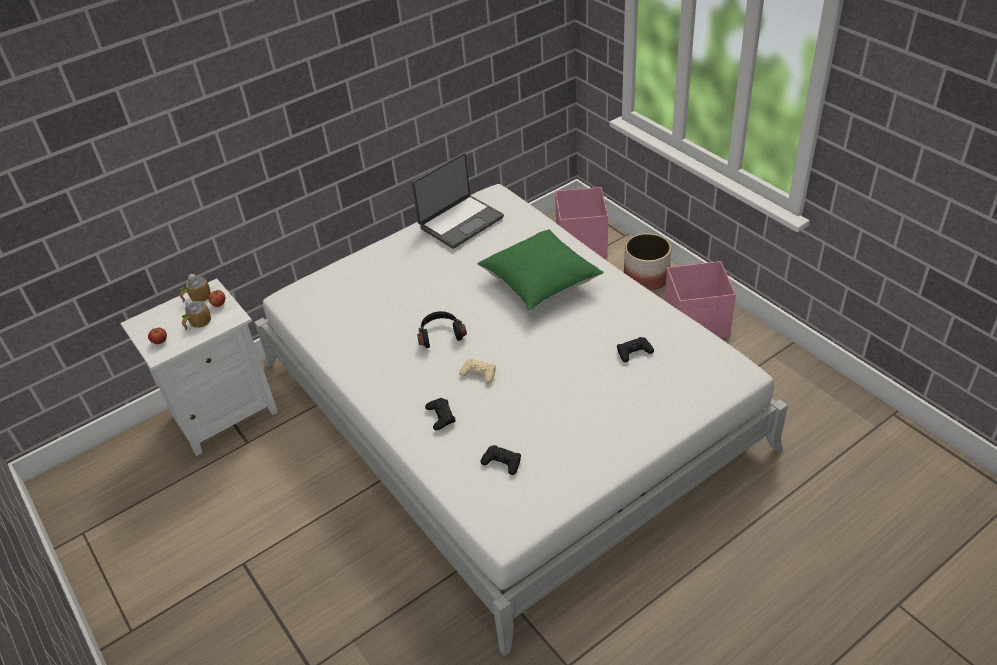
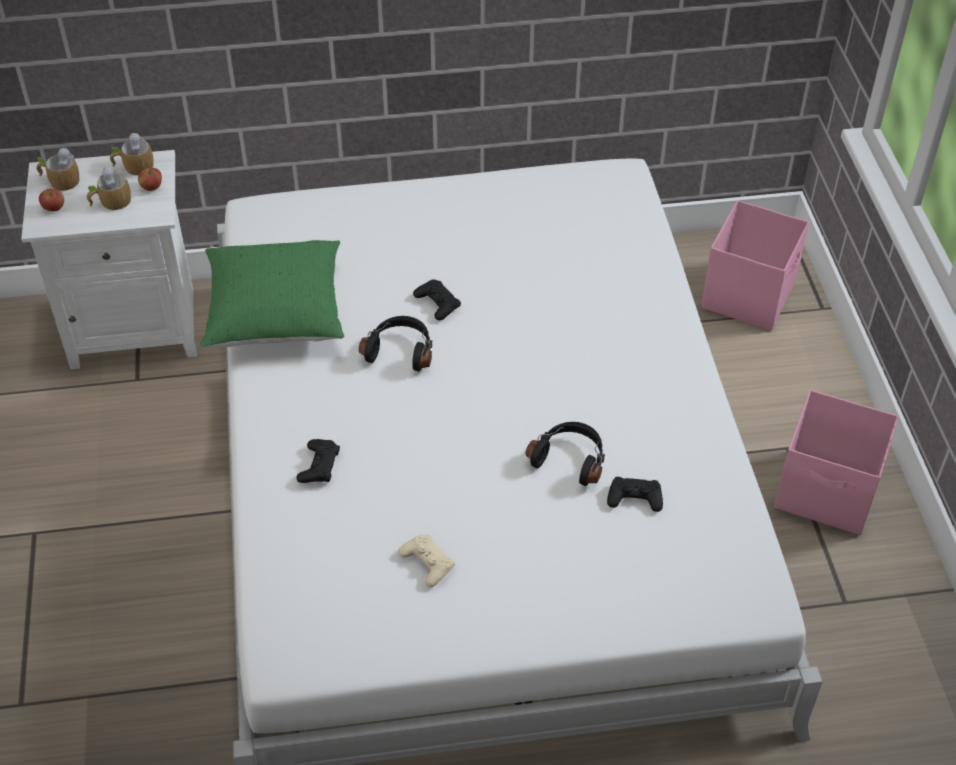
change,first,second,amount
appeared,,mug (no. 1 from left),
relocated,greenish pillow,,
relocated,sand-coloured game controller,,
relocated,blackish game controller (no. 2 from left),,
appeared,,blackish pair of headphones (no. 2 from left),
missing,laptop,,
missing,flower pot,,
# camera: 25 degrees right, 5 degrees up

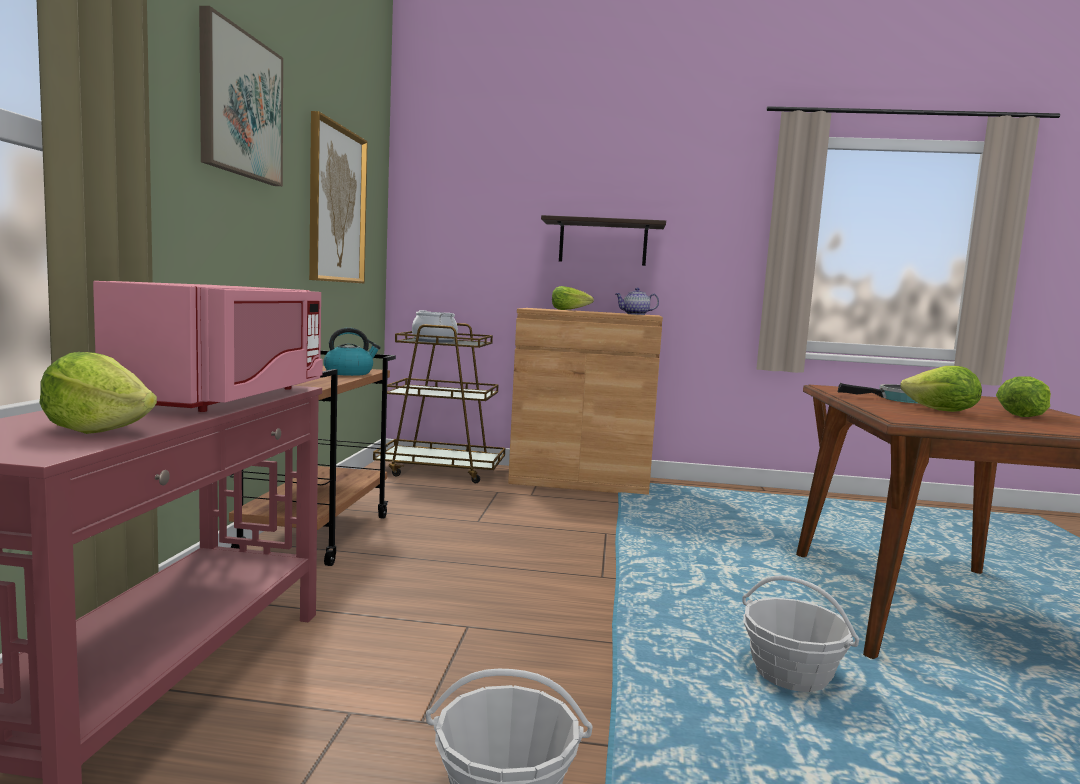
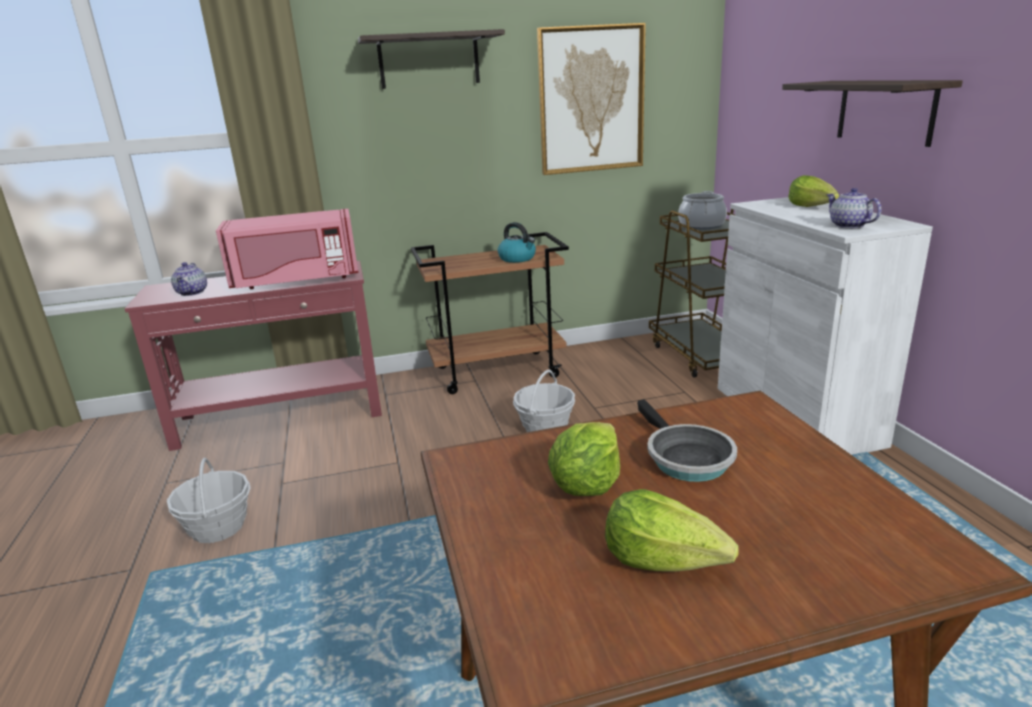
change,first,second,amount
exchanged,lettuce head (no. 1 from left),tea pot (no. 1 from left),
exchanged,wall art (no. 1 from left),bracket shelf (no. 1 from left),
relocated,household basket (no. 2 from left),,
colour,brown cabinet,whitish cabinet,
# camera: 70 degrees right, 15 degrees up

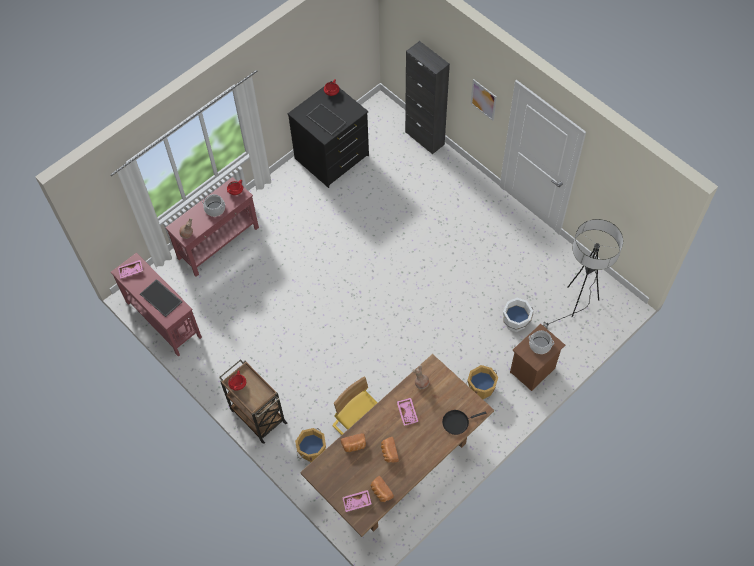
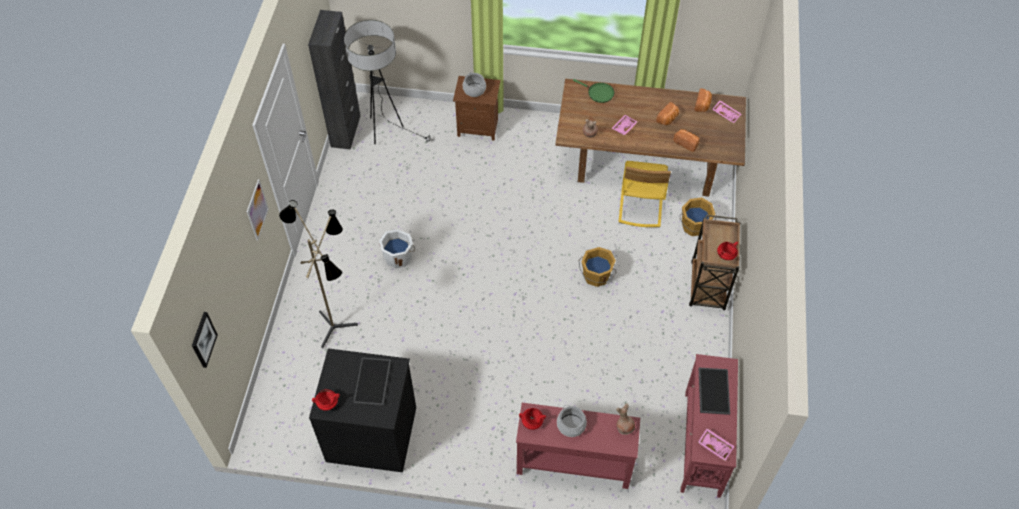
change,first,second,amount
appeared,,wall art (no. 1 from left),
appeared,,standard lamp (no. 1 from left),
relocated,blackish cabinet,,
relocated,whitish pail,,
colour,blackish frying pan,greenish frying pan,
relocated,orange-coloured pail (no. 2 from left in the first image),orange-coloured pail (no. 1 from left),
# camera: 130 degrees left, 5 degrees down

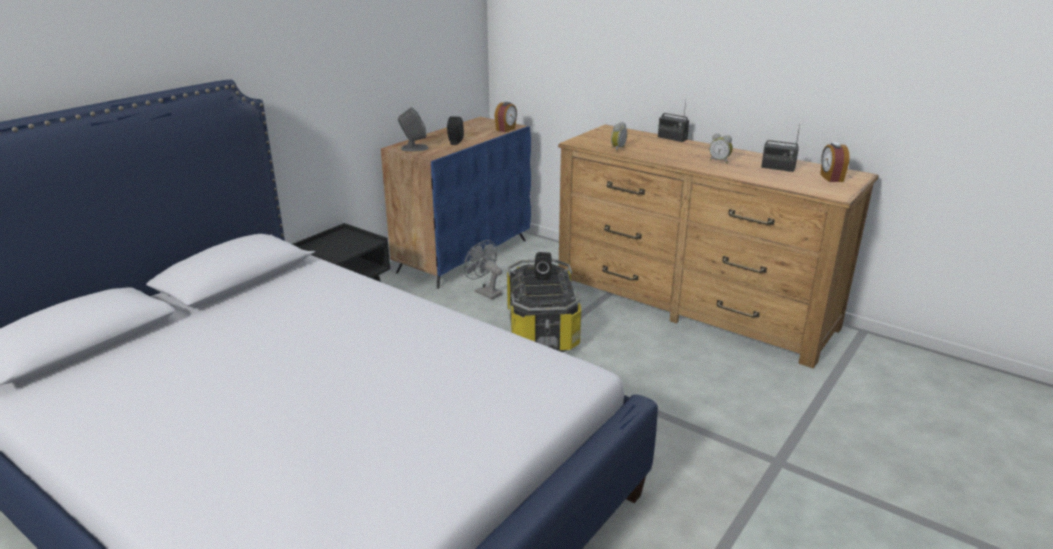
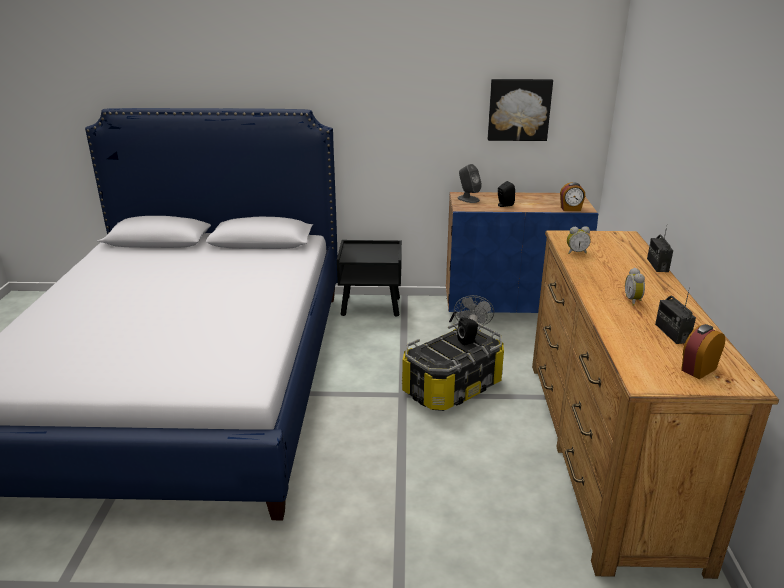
change,first,second,amount
appeared,,wall art,
# camera: 55 degrees right, 0 degrees up

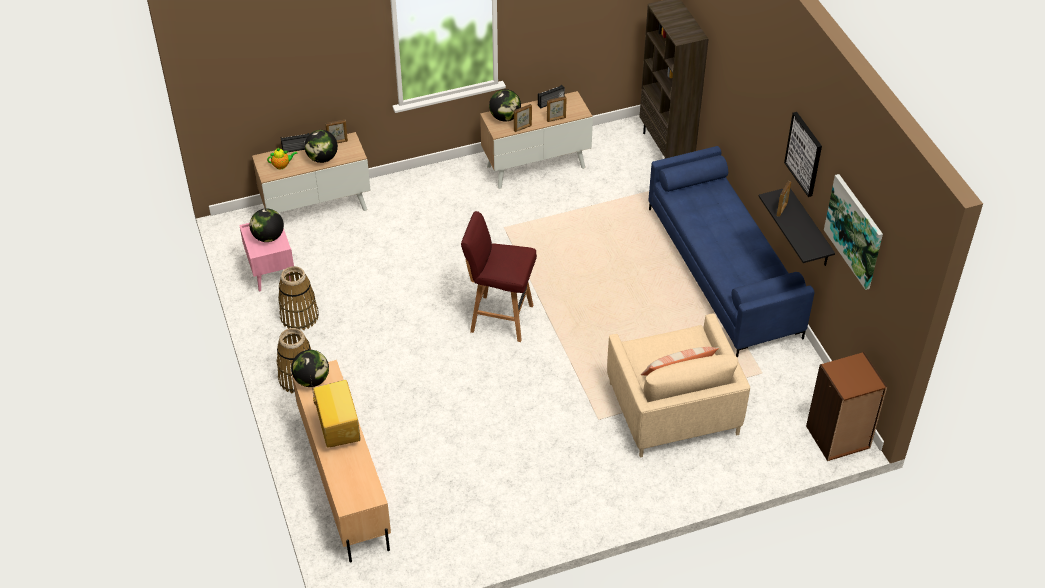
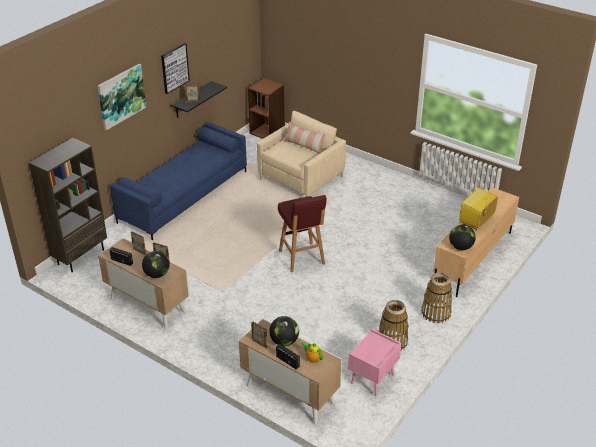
change,first,second,amount
relocated,wall art (no. 2 from left in the first image),wall art (no. 1 from left),
missing,desk globe (no. 1 from left),,
# camera: 125 degrees left, 10 degrees down

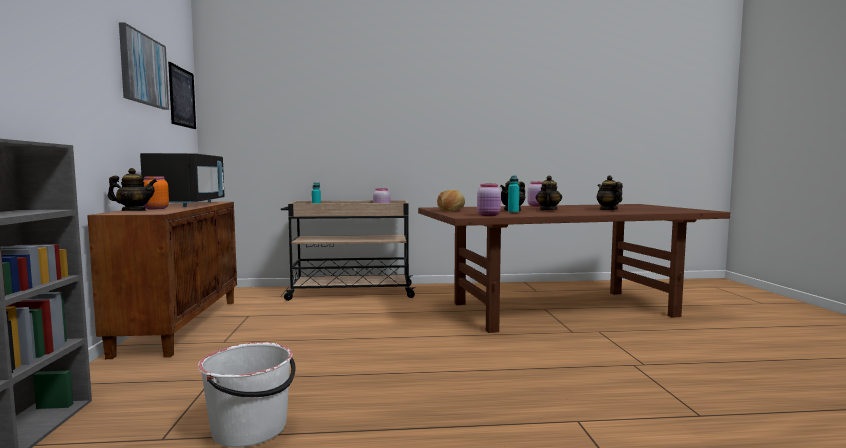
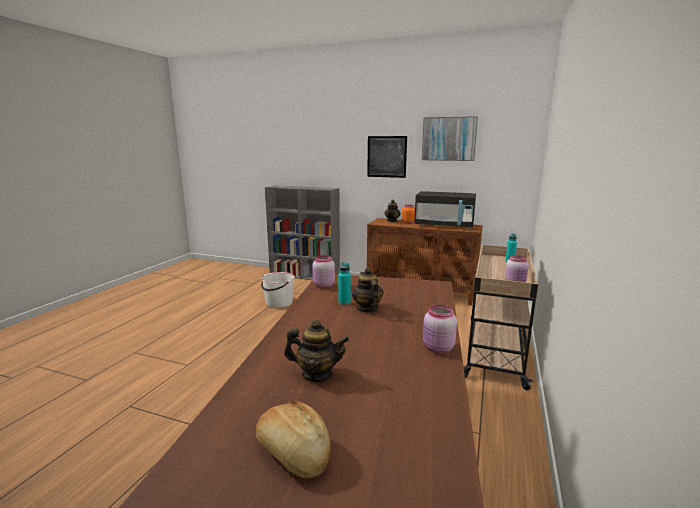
change,first,second,amount
relocated,bakery bread,,
relocated,wall art (no. 2 from left in the first image),wall art (no. 1 from left),
missing,tea pot (no. 3 from left),,
# camera: 115 degrees right, 10 degrees up

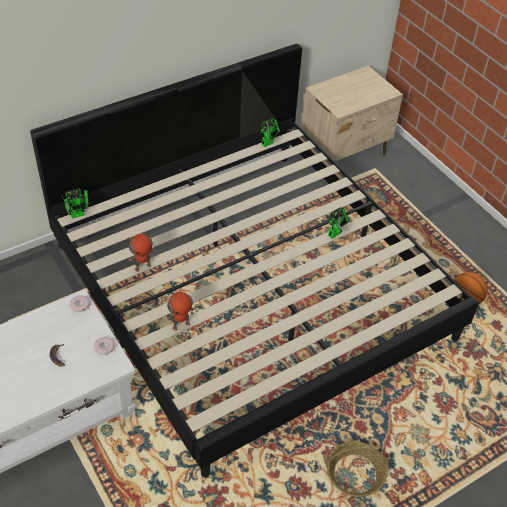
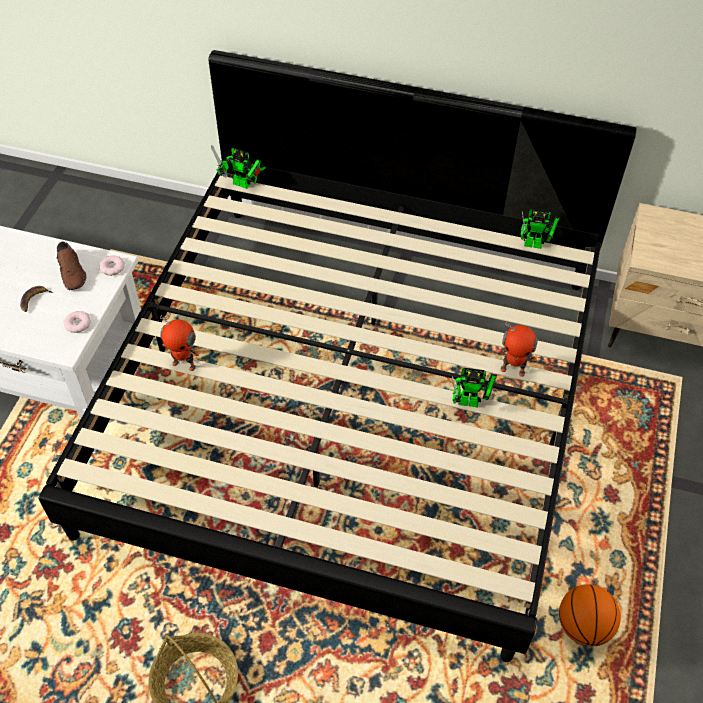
change,first,second,amount
appeared,,brown item of footwear,
relocated,toy robot (no. 2 from left in the first image),toy robot (no. 4 from left),
# camera: 50 degrees right, 5 degrees up

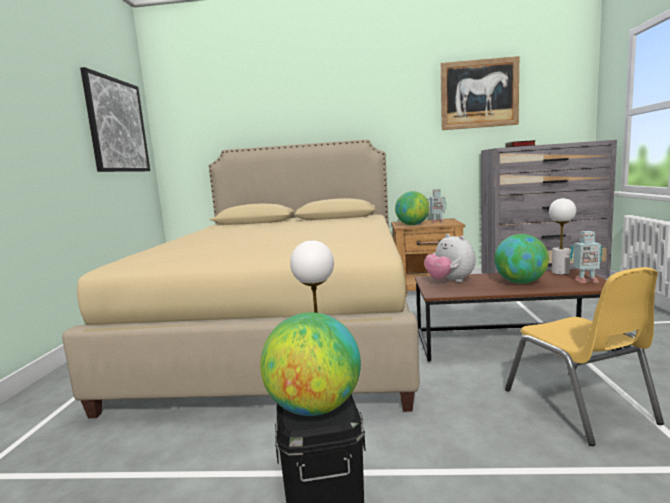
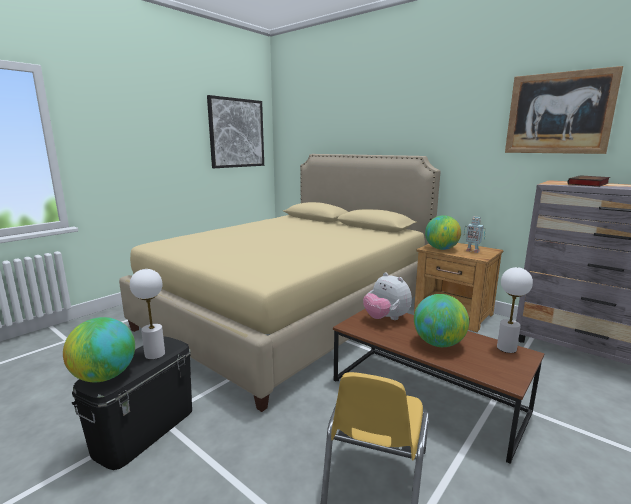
change,first,second,amount
spun,cuddly toy,,45 degrees counterclockwise
missing,toy robot (no. 2 from left),,
# camera: 35 degrees right, 5 degrees up

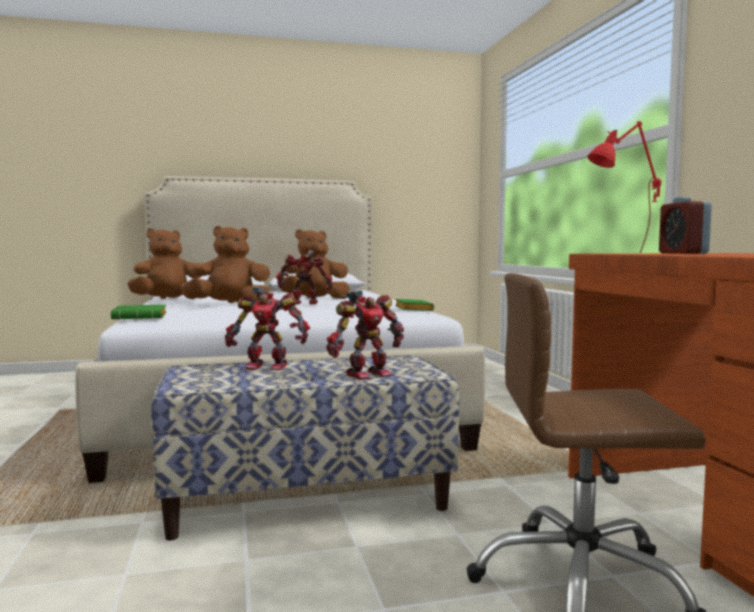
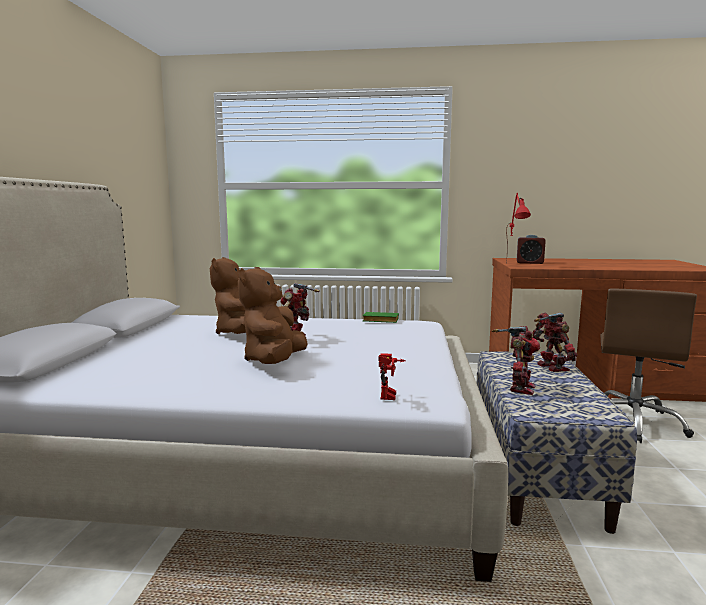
change,first,second,amount
exchanged,greenish bound book (no. 1 from left),toy robot (no. 2 from left),
missing,brown cuddly toy (no. 1 from left),,
# camera: 70 degrees left, 5 degrees up

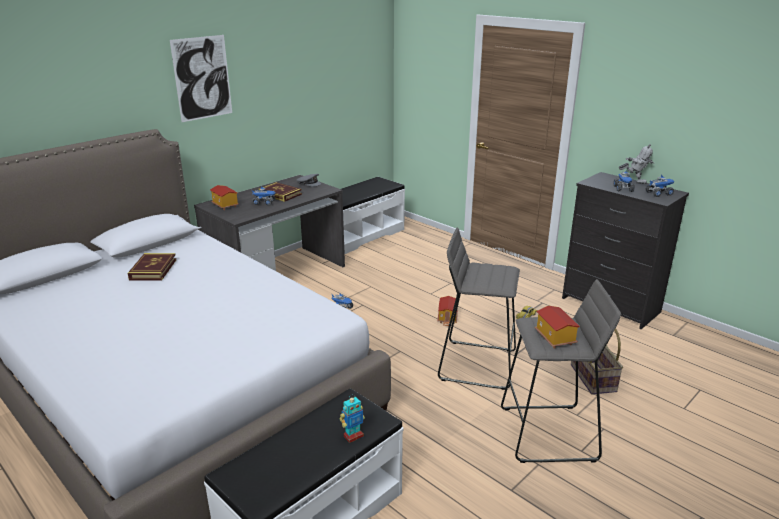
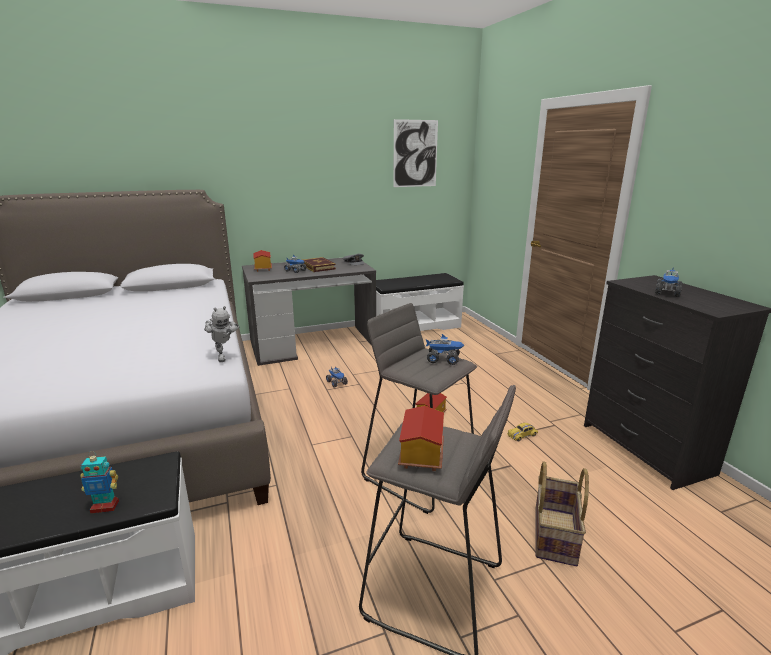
change,first,second,amount
relocated,toy robot (no. 2 from left),,
relocated,wall art,,
relocated,toy lorry (no. 4 from left in the first image),toy lorry (no. 3 from left),
missing,bound book (no. 1 from left),,
# camera: 25 degrees right, 5 degrees down

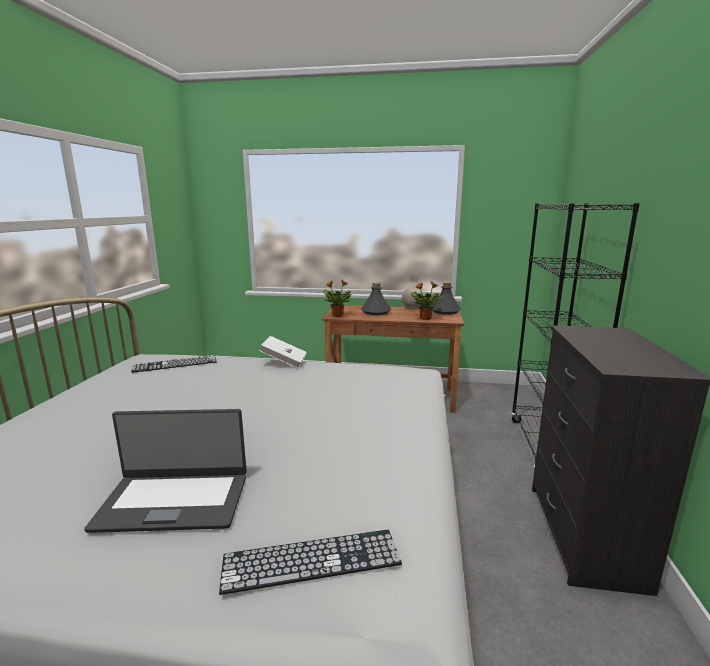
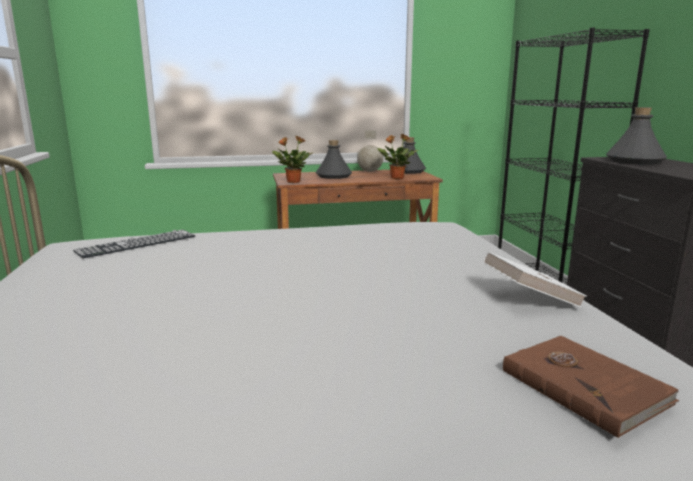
change,first,second,amount
relocated,whitish bound book,,
exchanged,PC keyboard (no. 2 from left),brown bound book,
appeared,,greyish bottle (no. 3 from left),
missing,laptop,,
# camera: 20 degrees left, 0 degrees up

